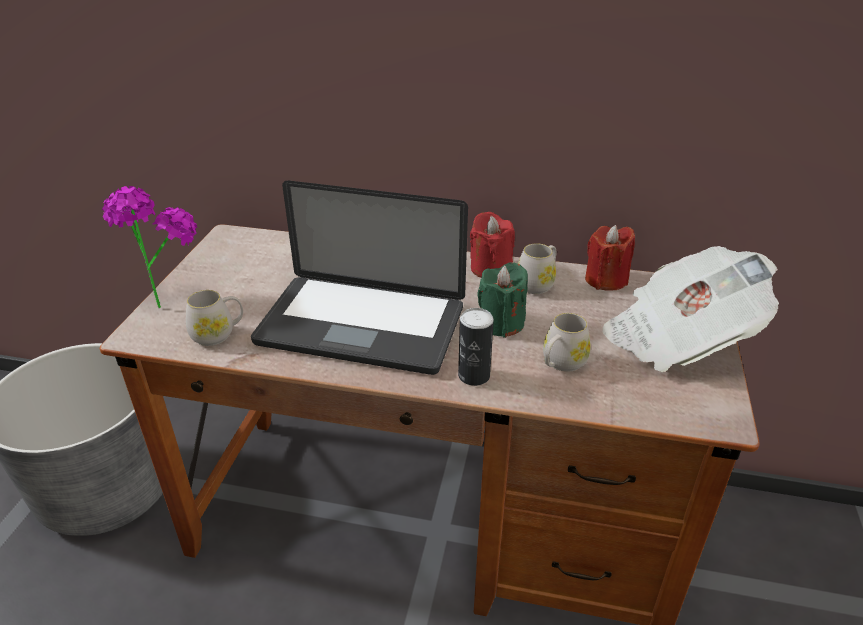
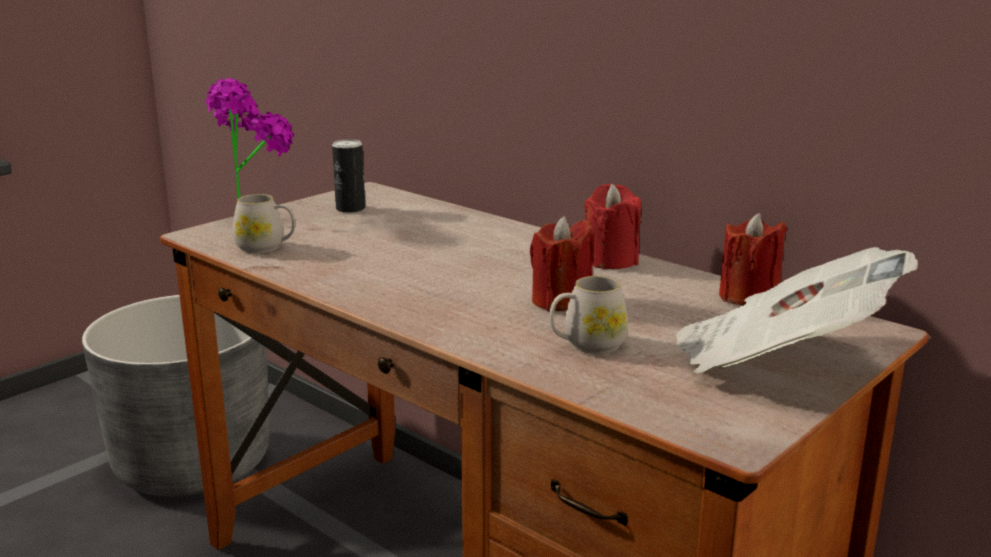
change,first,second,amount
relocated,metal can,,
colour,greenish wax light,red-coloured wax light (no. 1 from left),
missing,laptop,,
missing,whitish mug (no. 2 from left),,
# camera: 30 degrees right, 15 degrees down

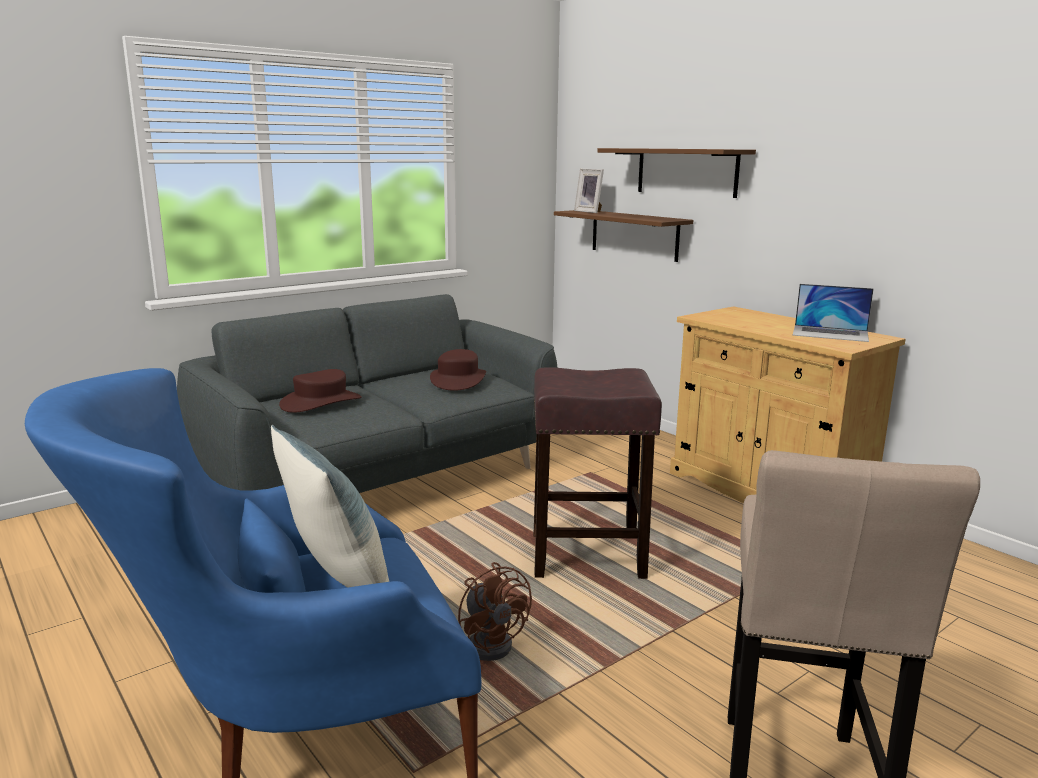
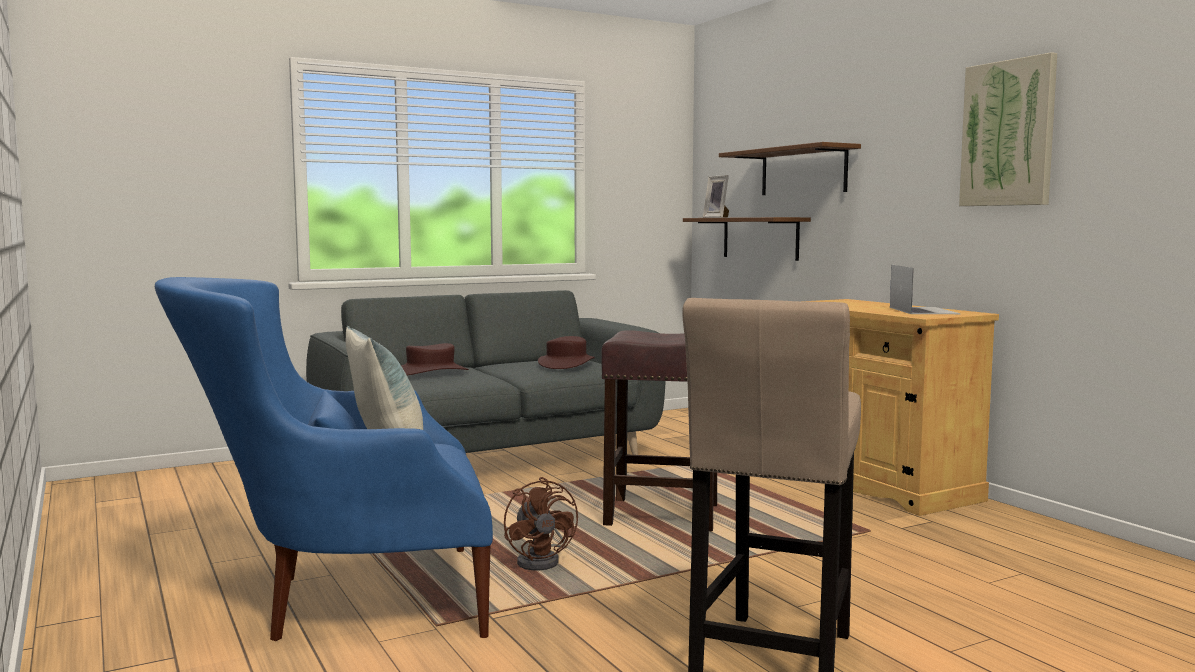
change,first,second,amount
spun,laptop,,120 degrees counterclockwise
appeared,,wall art,
# camera: 10 degrees right, 10 degrees down

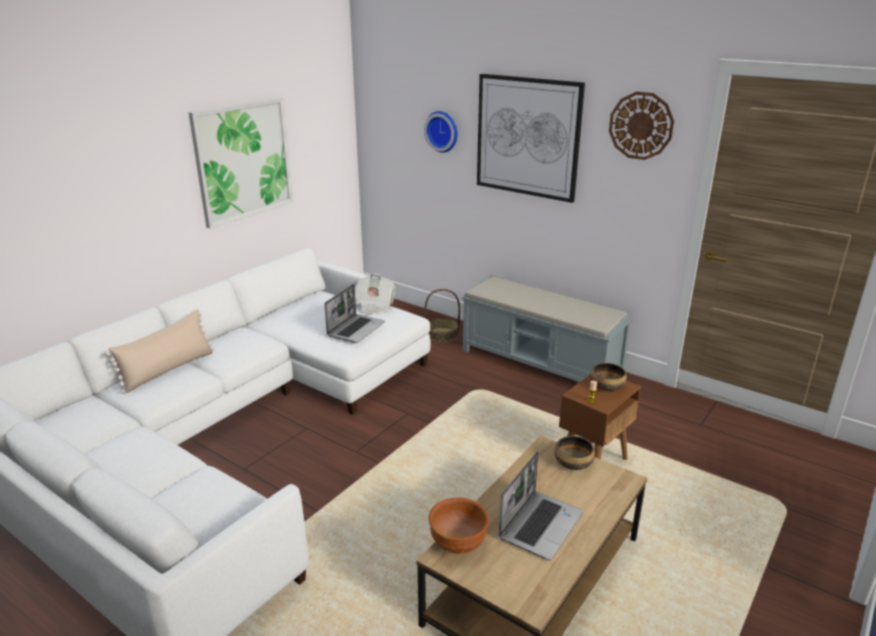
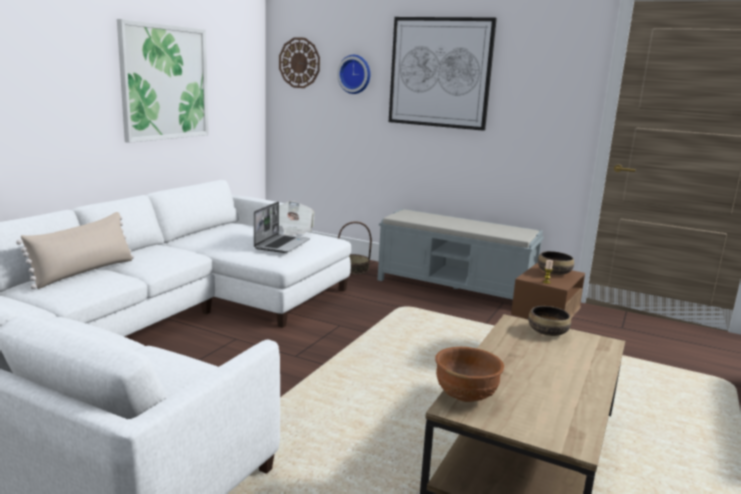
change,first,second,amount
relocated,hanging clock (no. 2 from left in the first image),hanging clock (no. 1 from left),
missing,laptop (no. 2 from left),,
# camera: 10 degrees left, 10 degrees down

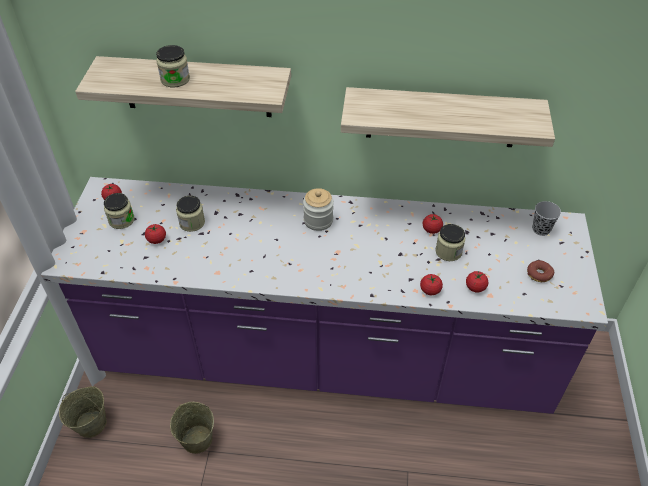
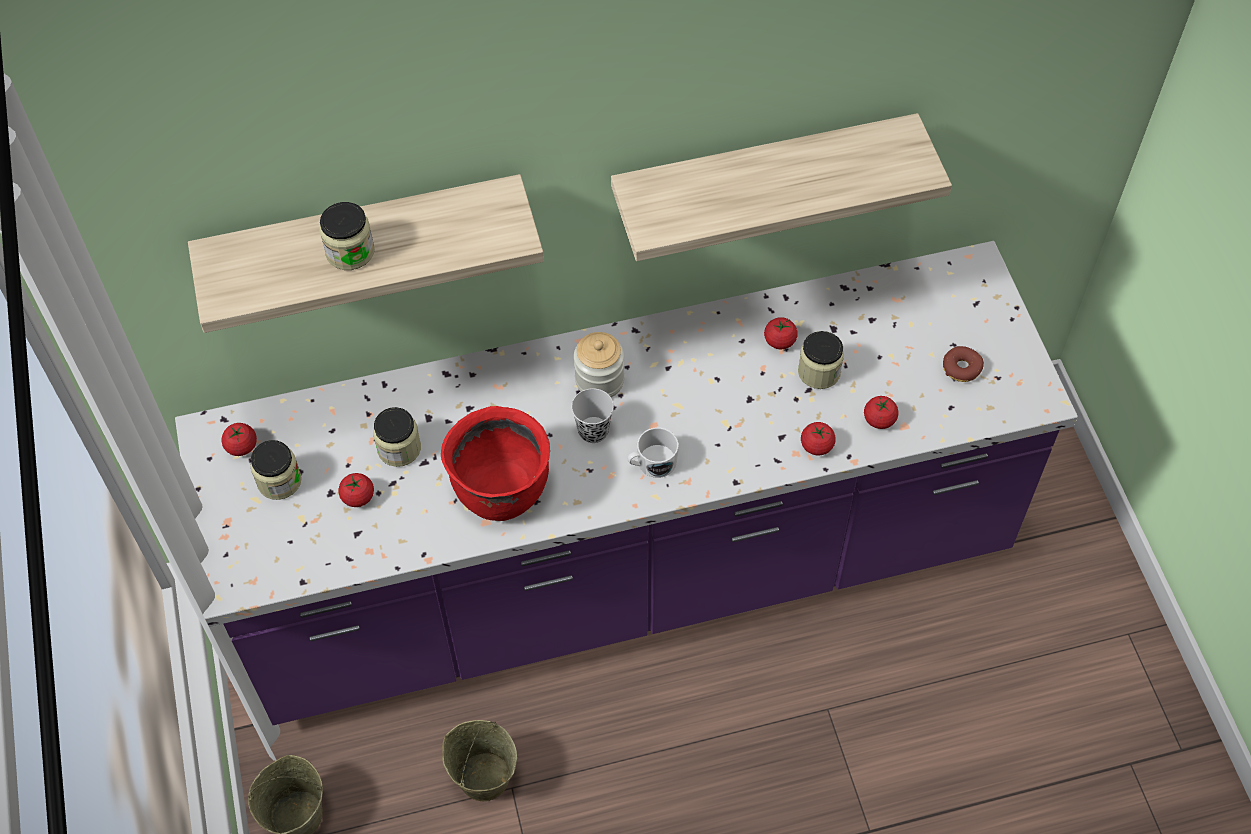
change,first,second,amount
appeared,,red-coloured cooking pot,
relocated,blackish small cup,,
appeared,,whitish mug,
# camera: 20 degrees left, 10 degrees up

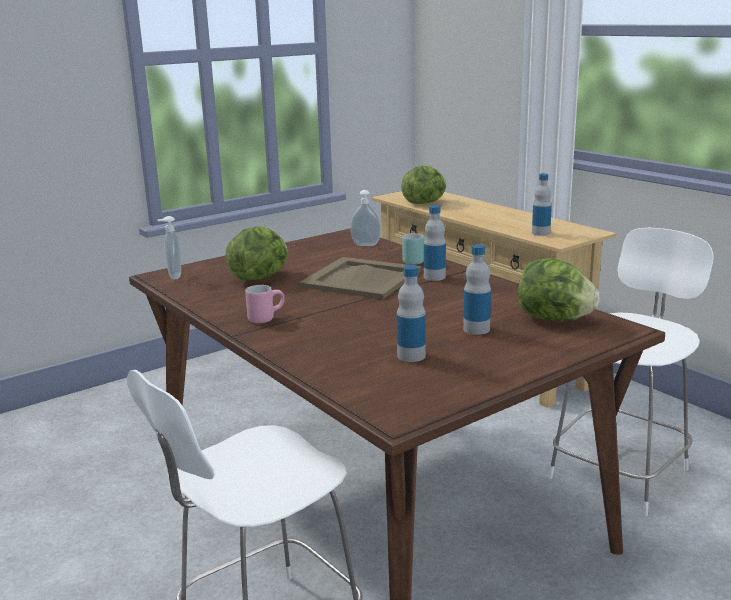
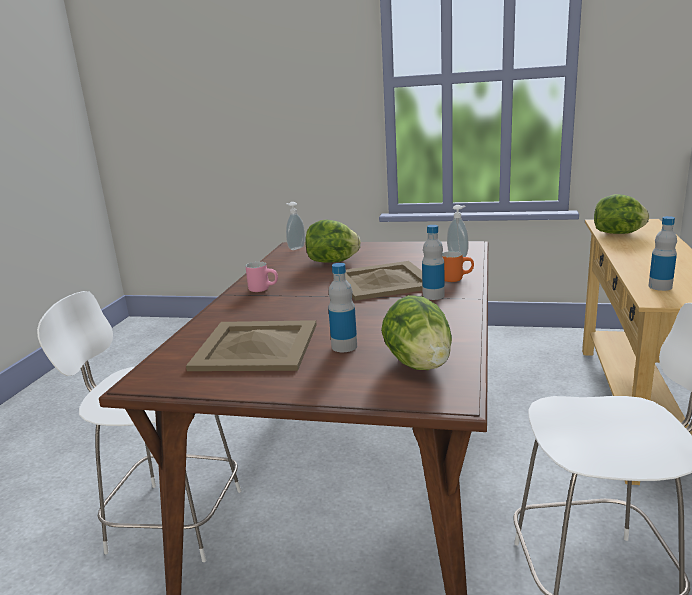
change,first,second,amount
exchanged,bottle (no. 1 from left),sand-coloured tray (no. 1 from left),
colour,blue-green mug,orange-coloured mug,
# camera: 50 degrees right, 0 degrees up

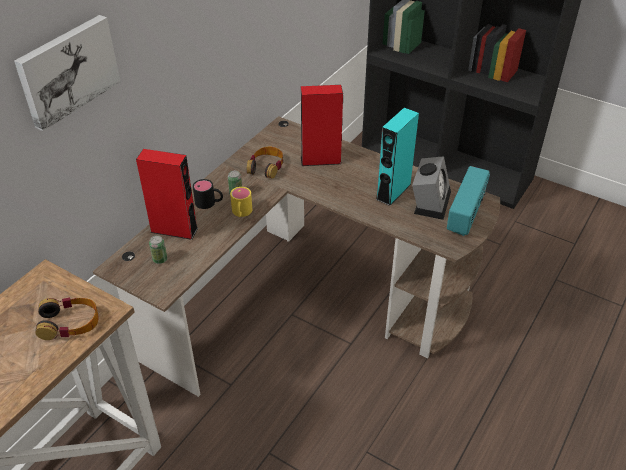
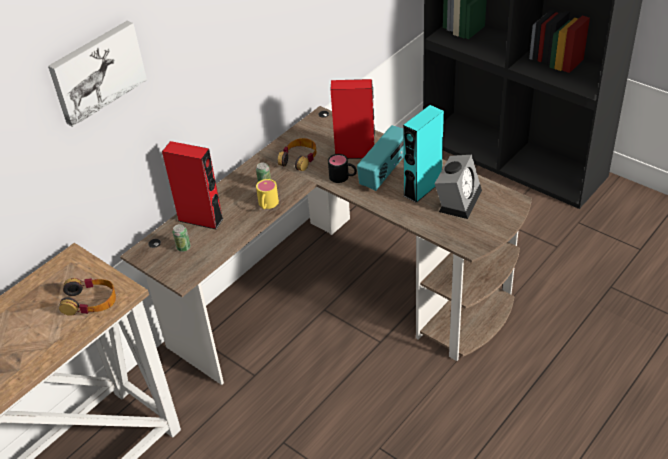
change,first,second,amount
relocated,blackish mug,,
relocated,radio,,
# camera: 10 degrees right, 0 degrees up

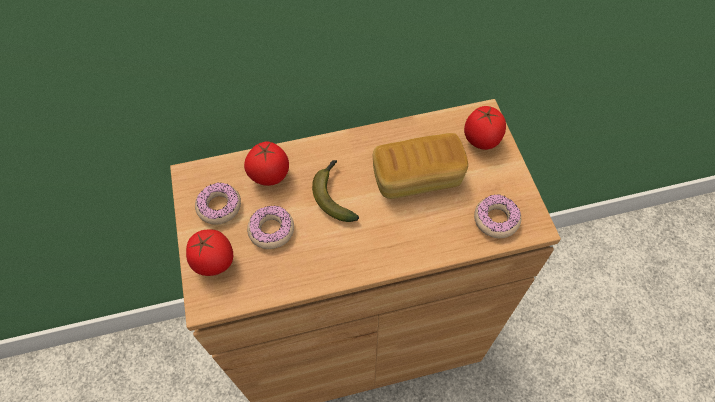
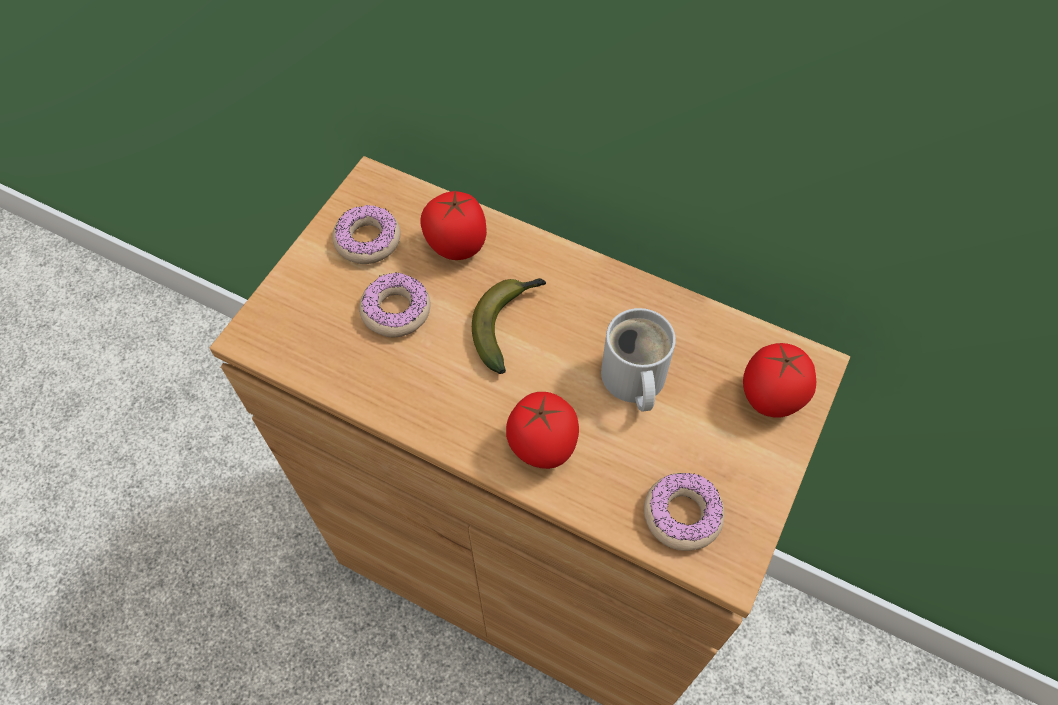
change,first,second,amount
relocated,fresh tomato (no. 1 from left in the first image),fresh tomato (no. 2 from left),
exchanged,bakery bread,whitish mug,
# camera: 40 degrees right, 0 degrees up

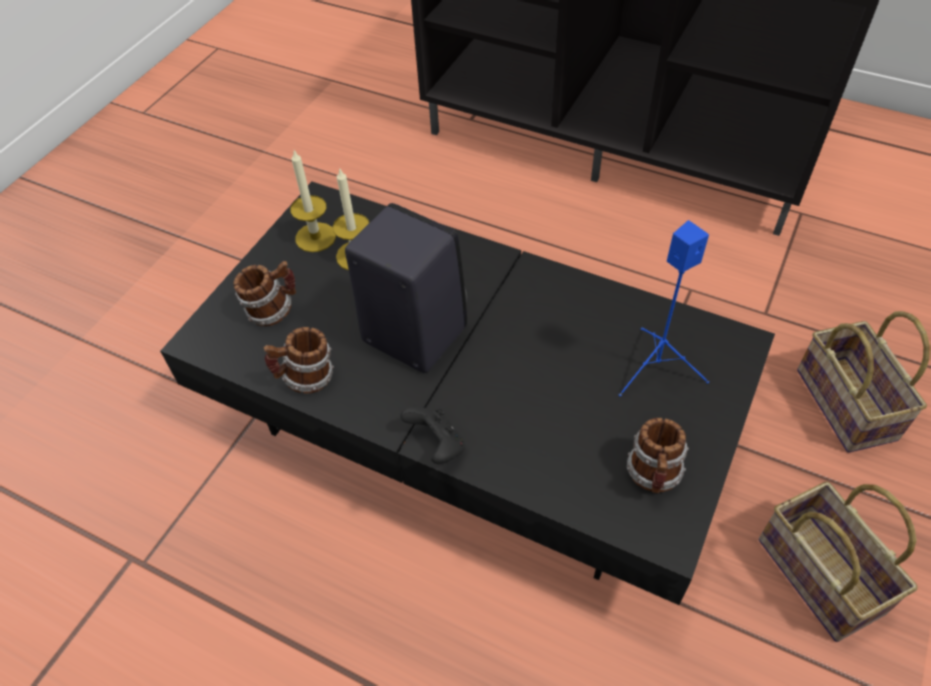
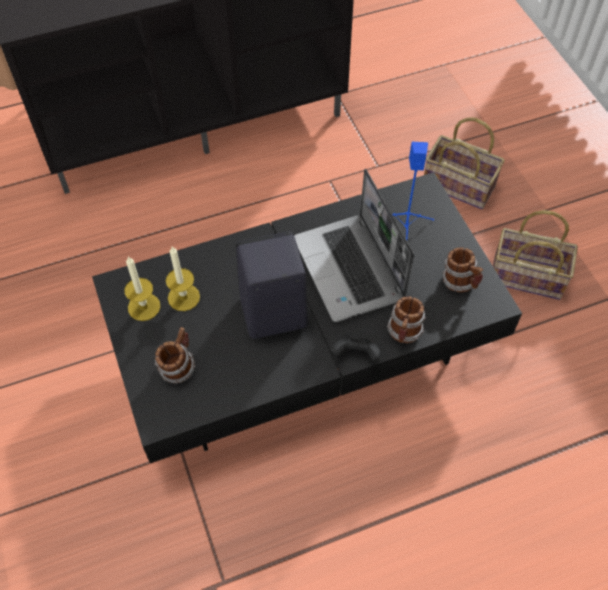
change,first,second,amount
appeared,,laptop,
relocated,mug (no. 2 from left),,
# camera: 50 degrees left, 5 degrees up

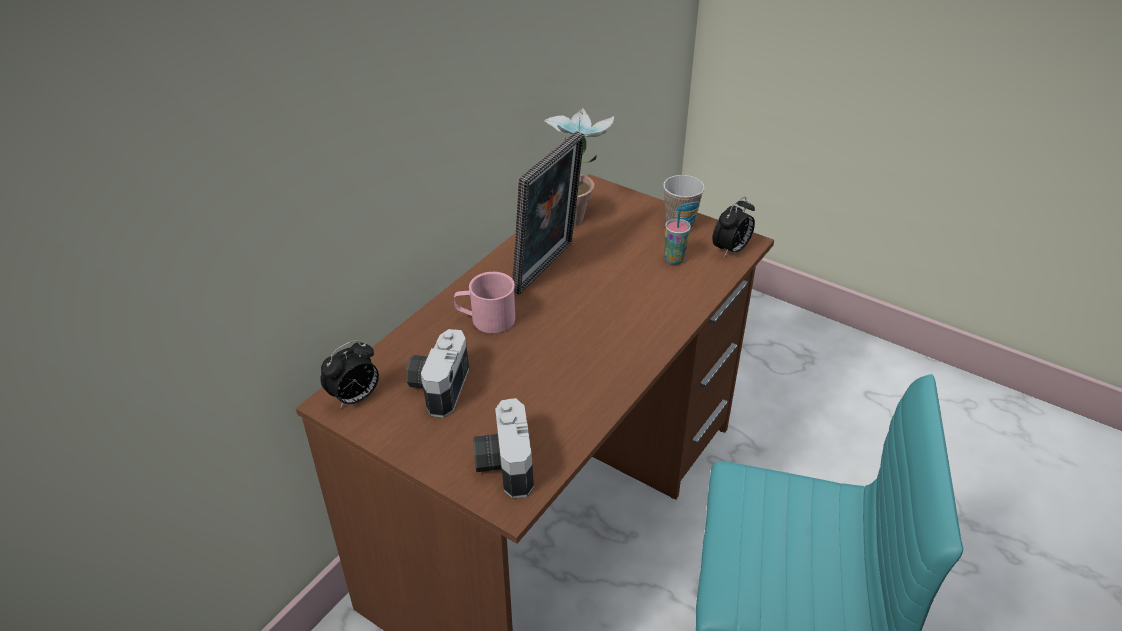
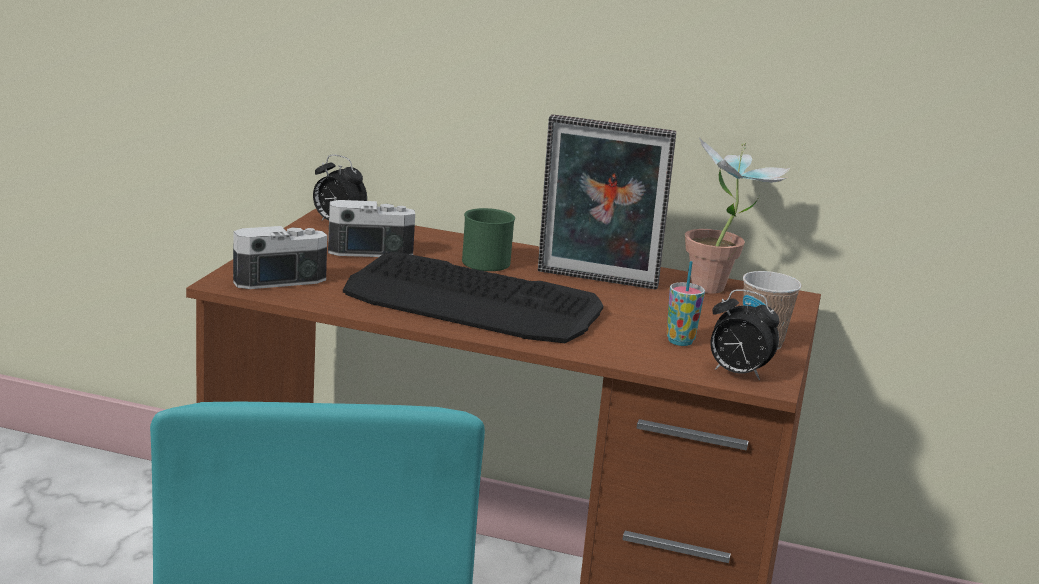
change,first,second,amount
appeared,,PC keyboard,
colour,pink mug,greenish mug,
# camera: 70 degrees right, 20 degrees down

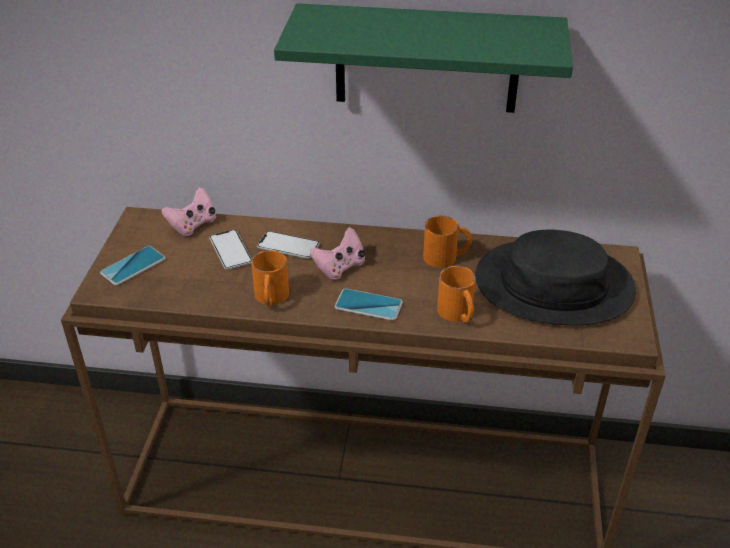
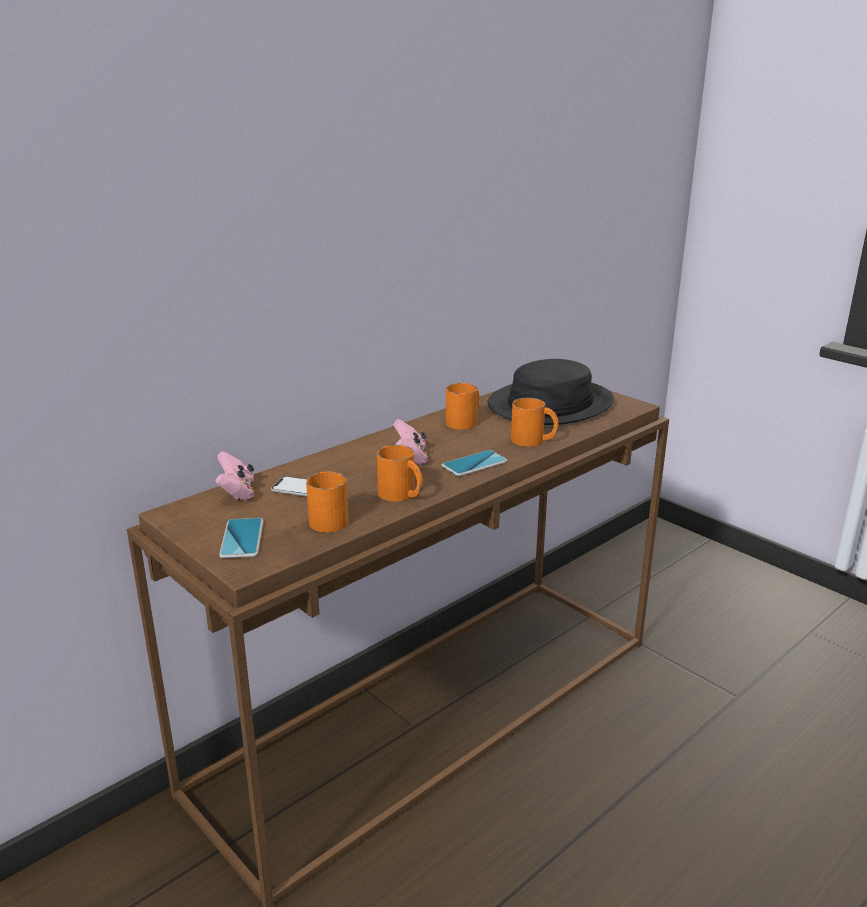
change,first,second,amount
appeared,,orange-coloured mug (no. 1 from left),
missing,telephone (no. 3 from left),,
missing,greenish bracket shelf,,
# camera: 50 degrees left, 15 degrees down

